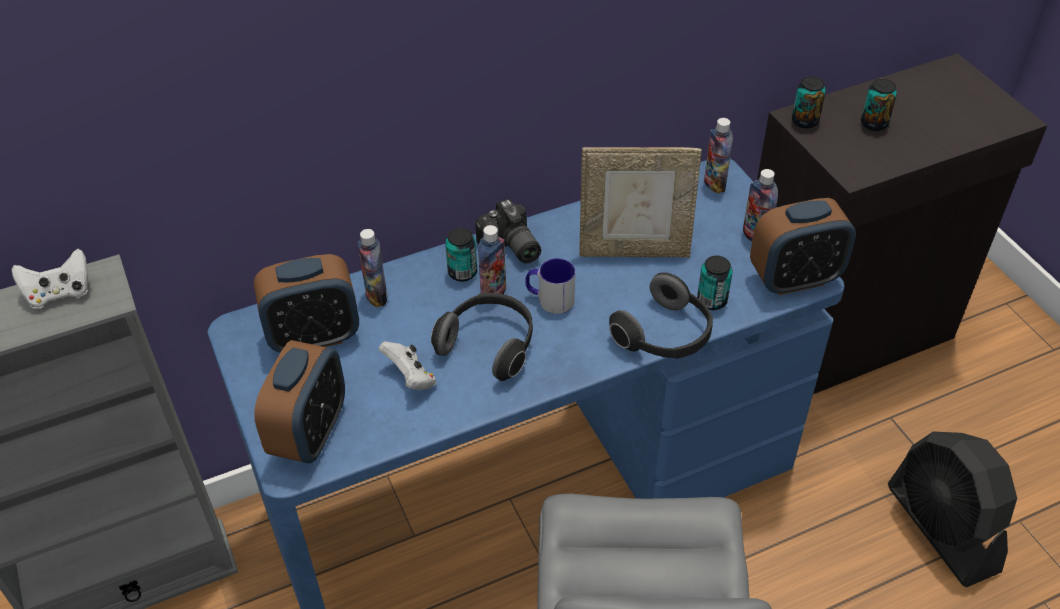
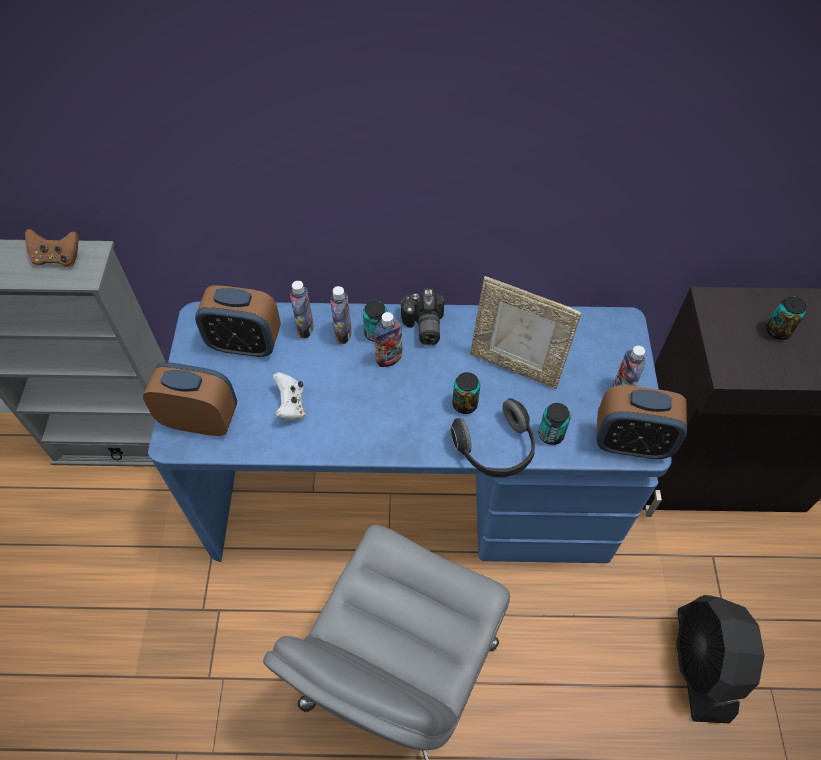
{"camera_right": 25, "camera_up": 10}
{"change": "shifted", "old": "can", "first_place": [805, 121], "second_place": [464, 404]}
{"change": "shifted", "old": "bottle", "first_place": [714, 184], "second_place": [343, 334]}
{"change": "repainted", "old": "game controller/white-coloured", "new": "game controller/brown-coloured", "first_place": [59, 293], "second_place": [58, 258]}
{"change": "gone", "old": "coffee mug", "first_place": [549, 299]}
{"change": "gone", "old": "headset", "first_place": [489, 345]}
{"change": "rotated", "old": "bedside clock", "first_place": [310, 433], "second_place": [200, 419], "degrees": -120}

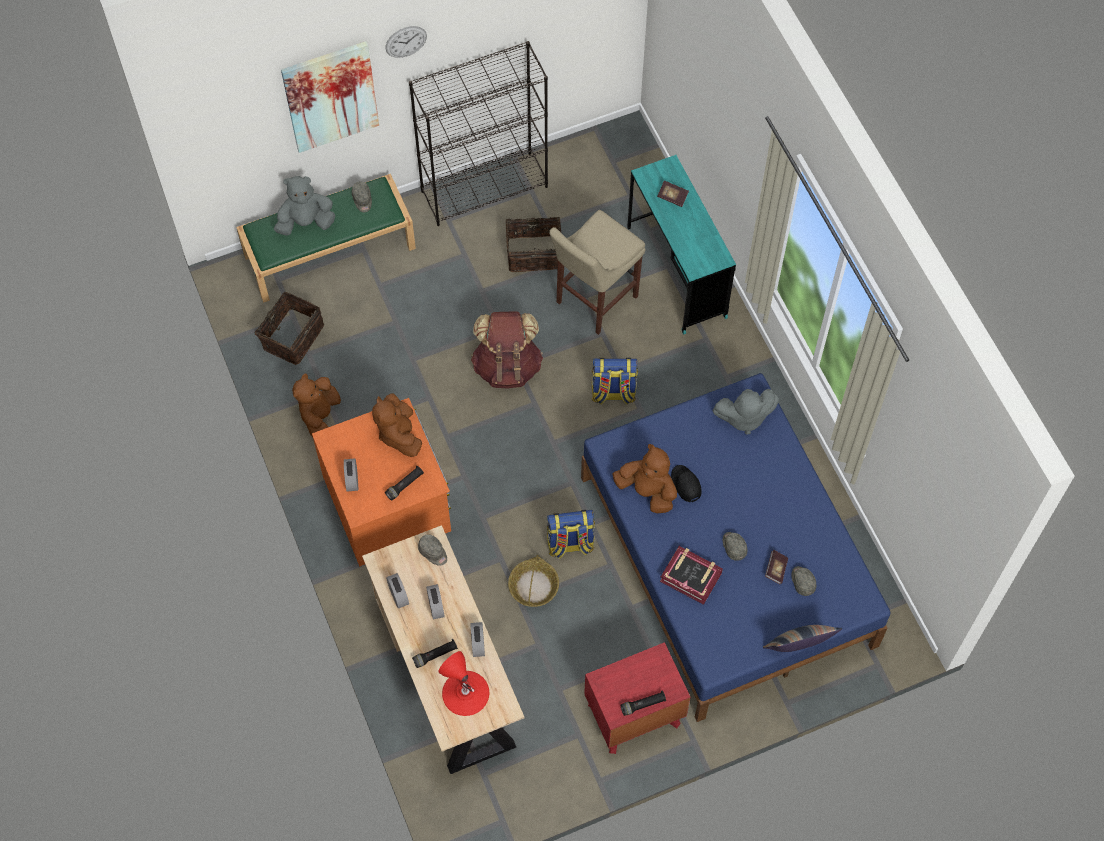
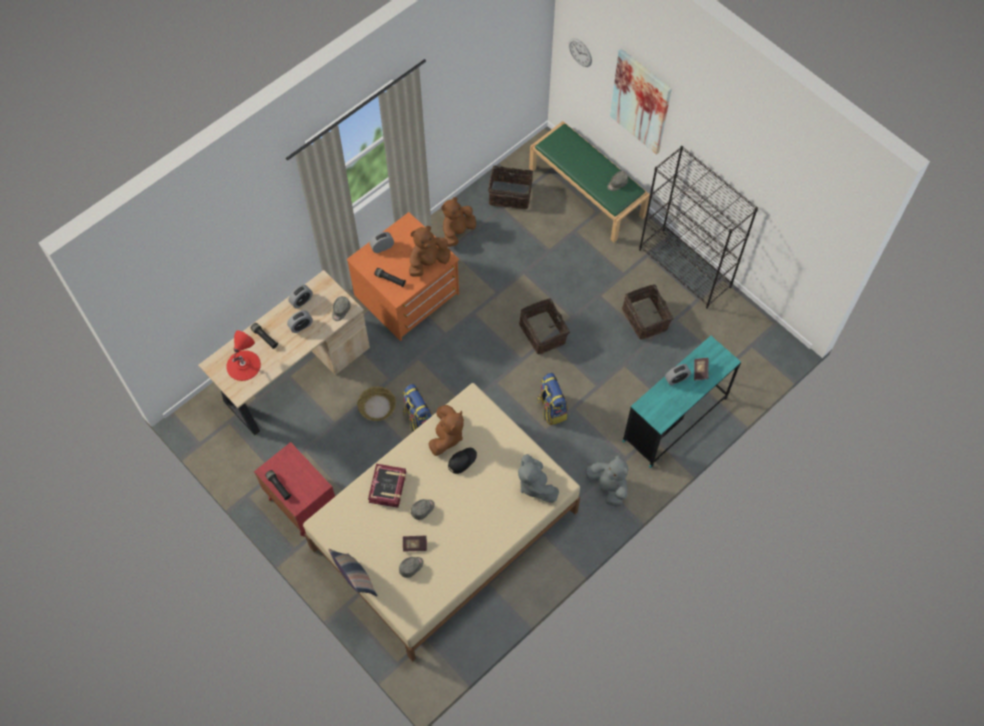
{"camera_right": 70, "camera_up": 0}
{"change": "shifted", "old": "hanging clock", "first_place": [406, 41], "second_place": [580, 52]}
{"change": "shifted", "old": "soft toy/grey", "first_place": [306, 222], "second_place": [608, 487]}
{"change": "gone", "old": "sitting stool/beige-coloured", "first_place": [593, 301]}
{"change": "swapped", "old": "rucksack/brown-coloured", "new": "basket", "first_place": [507, 366], "second_place": [544, 332]}
{"change": "repainted", "old": "bed/bluish", "new": "bed/beige-coloured", "first_place": [725, 560], "second_place": [444, 529]}
{"change": "rotated", "old": "soft toy/brown-coloured", "first_place": [319, 415], "second_place": [457, 232], "degrees": -45}
{"change": "shifted", "old": "bedside clock", "first_place": [478, 644], "second_place": [676, 378]}

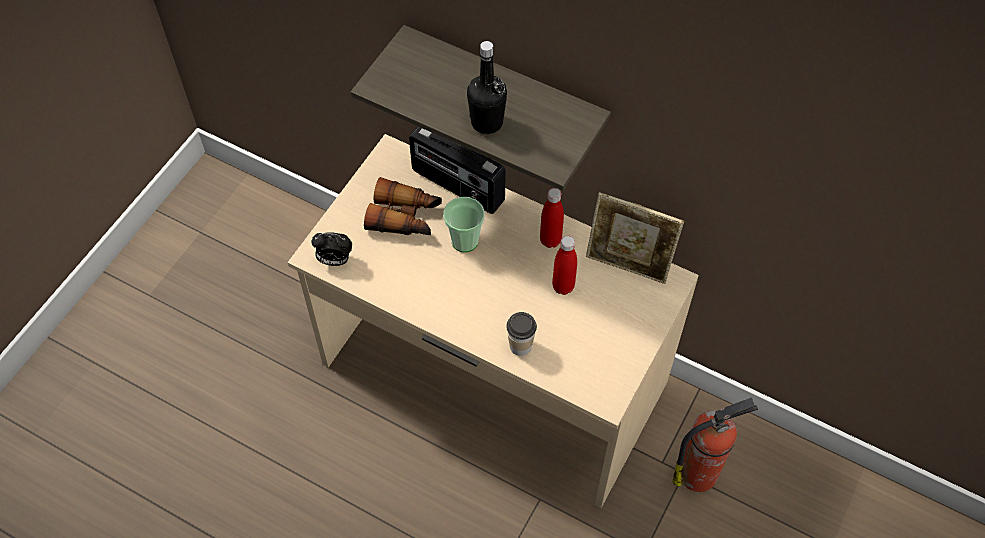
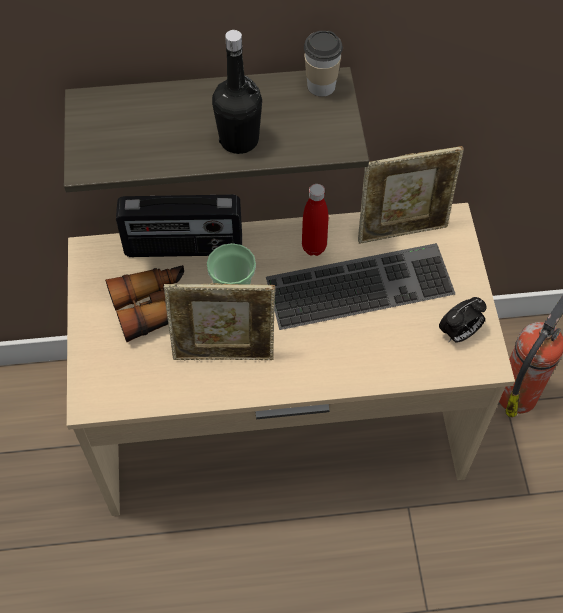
{"camera_right": -35, "camera_up": 0}
{"change": "shifted", "old": "bedside clock", "first_place": [334, 260], "second_place": [458, 334]}
{"change": "swapped", "old": "bottle/reddish", "new": "computer keyboard", "first_place": [563, 286], "second_place": [361, 283]}
{"change": "shifted", "old": "drinking cup", "first_place": [520, 345], "second_place": [321, 86]}
{"change": "new", "new": "picture frame", "second_place": [224, 354]}

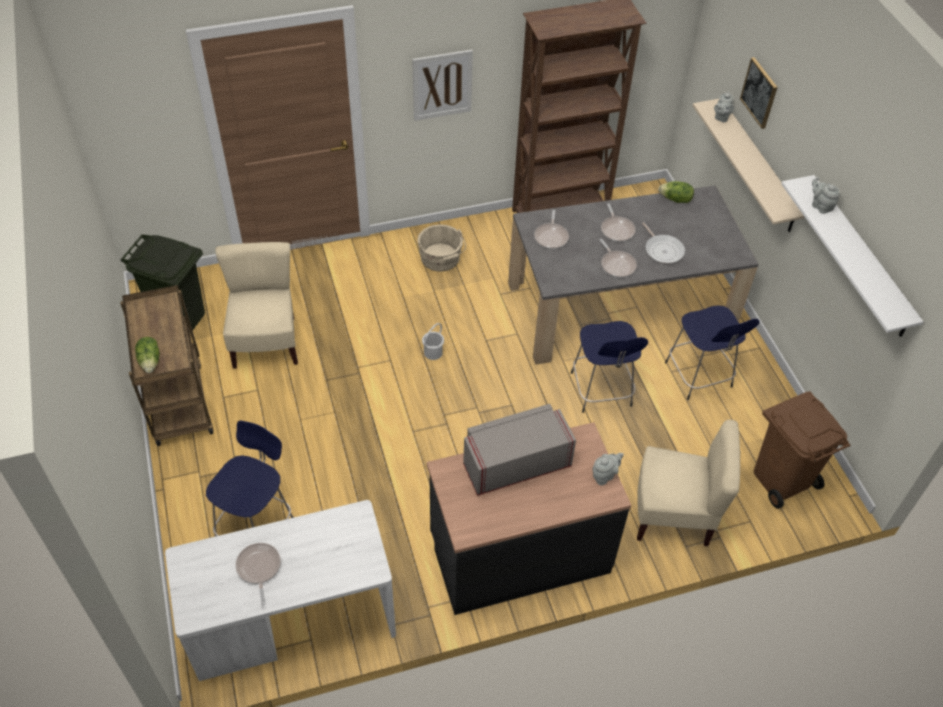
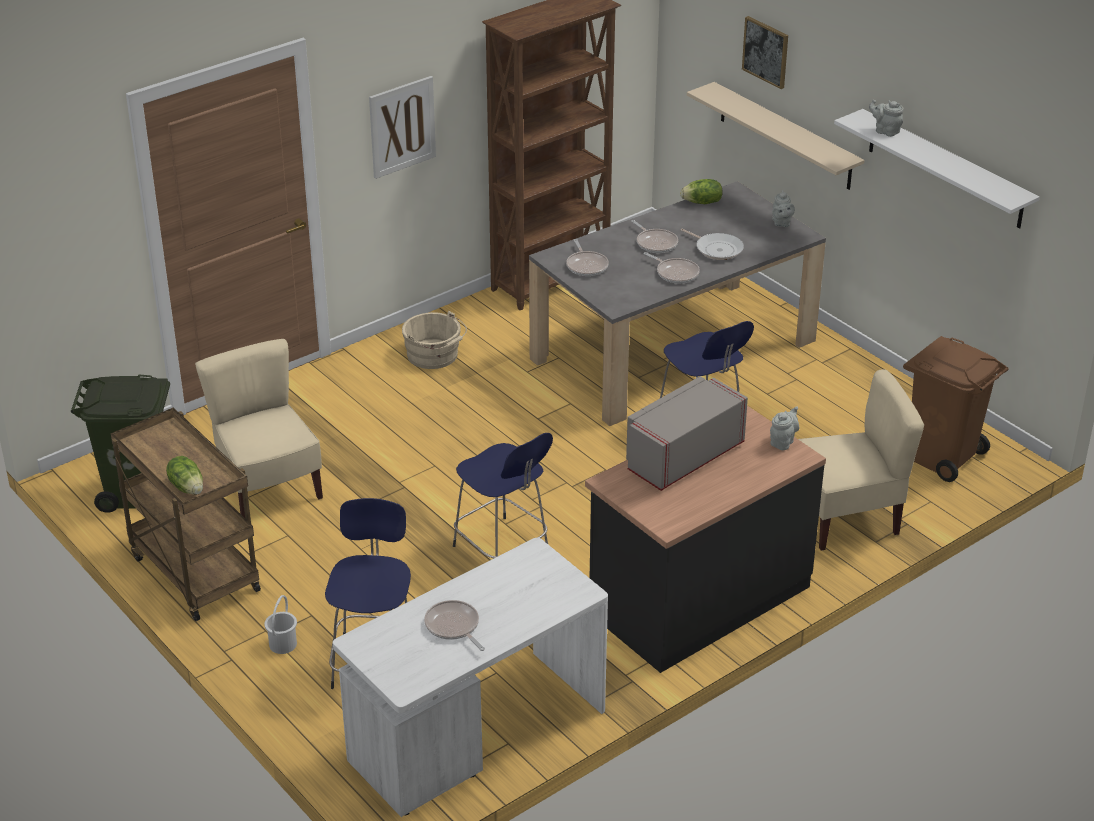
{"camera_right": -20, "camera_up": -15}
{"change": "shifted", "old": "pot for tea/grey", "first_place": [721, 117], "second_place": [781, 223]}
{"change": "shifted", "old": "sitting stool/bluish", "first_place": [699, 376], "second_place": [503, 550]}
{"change": "shifted", "old": "pail/white-coloured", "first_place": [432, 352], "second_place": [282, 644]}

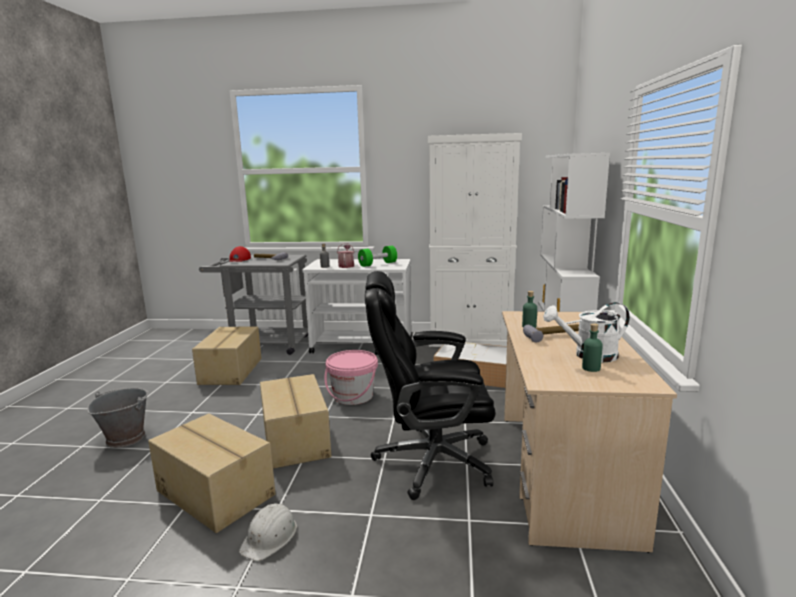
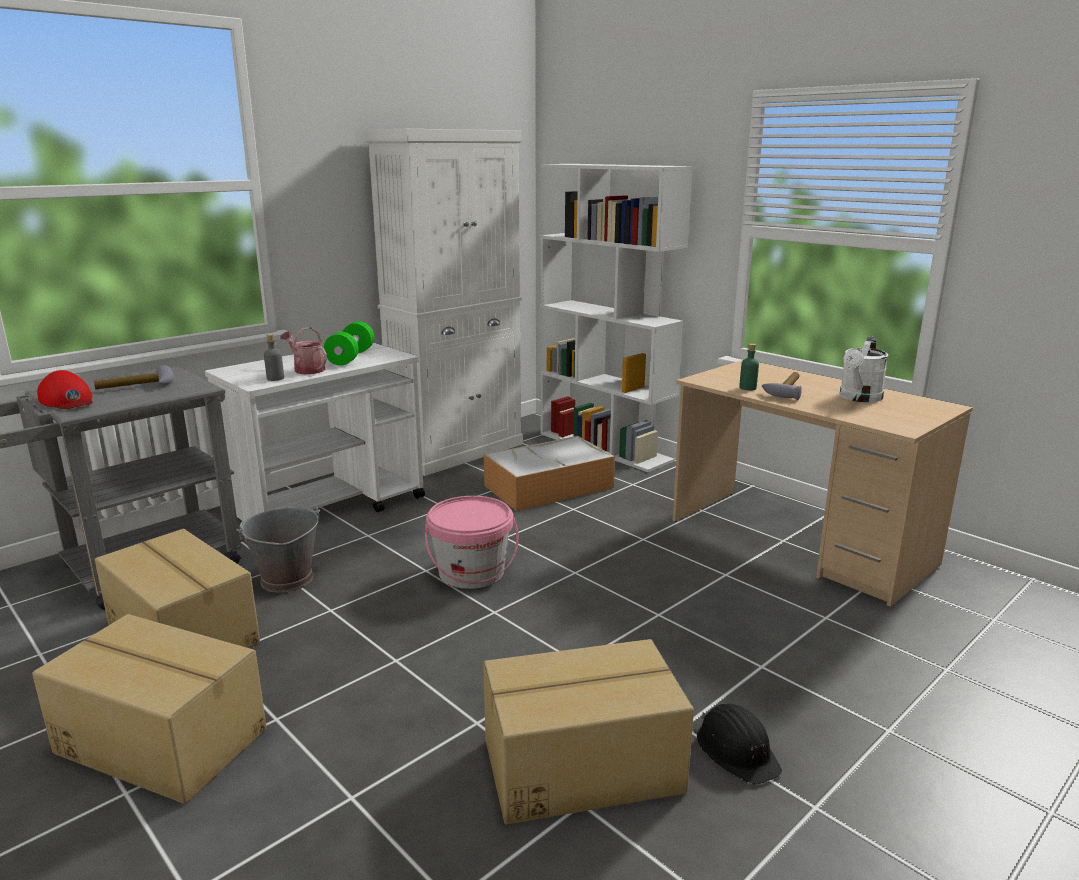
{"camera_right": -50, "camera_up": 5}
{"change": "gone", "old": "computer chair/black-coloured", "first_place": [431, 461]}
{"change": "gone", "old": "bottle/greenish", "first_place": [591, 368]}
{"change": "shifted", "old": "carton", "first_place": [296, 439], "second_place": [163, 739]}
{"change": "shifted", "old": "pail/grey", "first_place": [125, 438], "second_place": [286, 579]}
{"change": "repainted", "old": "hard hat/white-coloured", "new": "hard hat/black-coloured", "first_place": [270, 537], "second_place": [737, 750]}

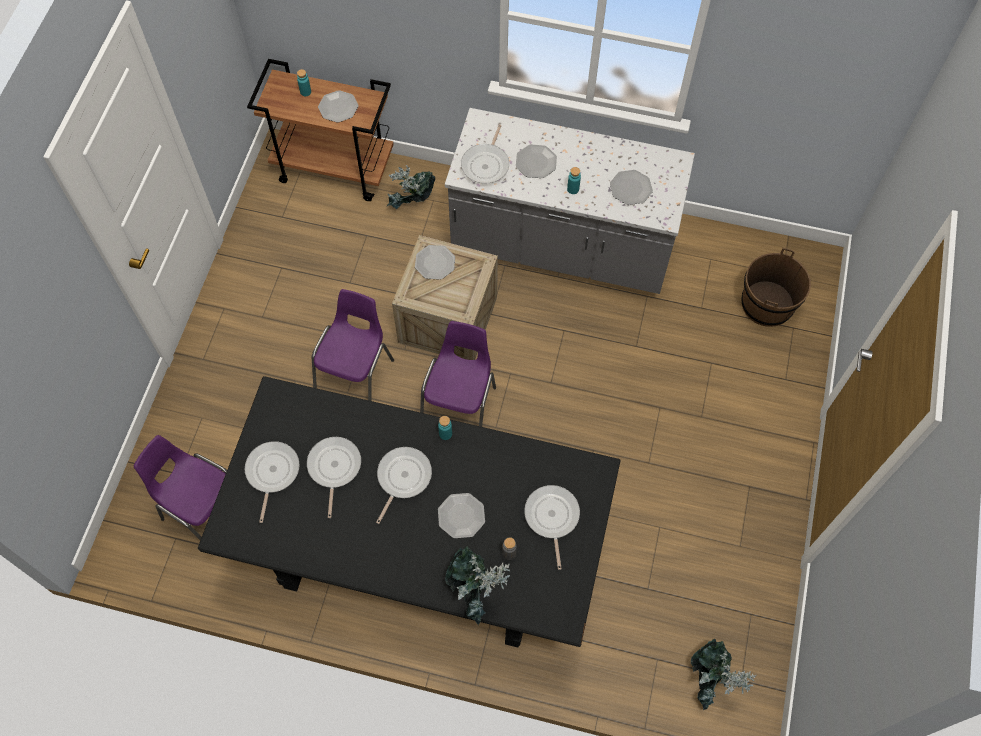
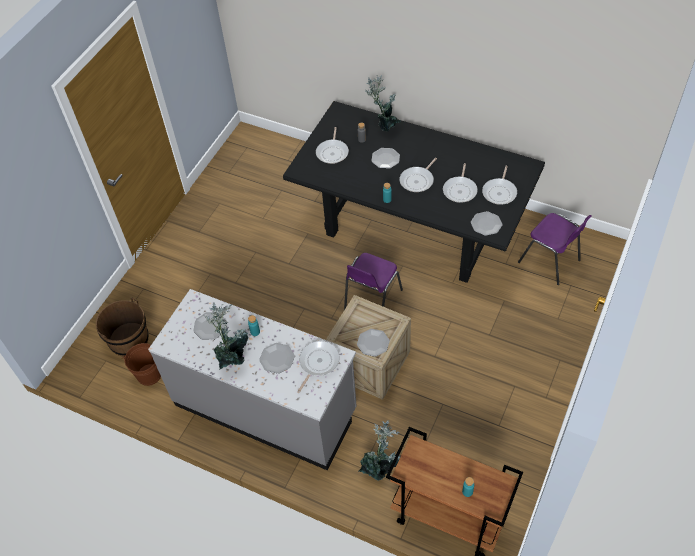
{"camera_right": -165, "camera_up": -10}
{"change": "shifted", "old": "dinner plate", "first_place": [338, 107], "second_place": [486, 224]}
{"change": "gone", "old": "upright chair/purple-coloured", "first_place": [356, 377]}
{"change": "shifted", "old": "houseplant", "first_place": [709, 680], "second_place": [233, 356]}
{"change": "new", "new": "pail/brown-coloured", "second_place": [149, 374]}

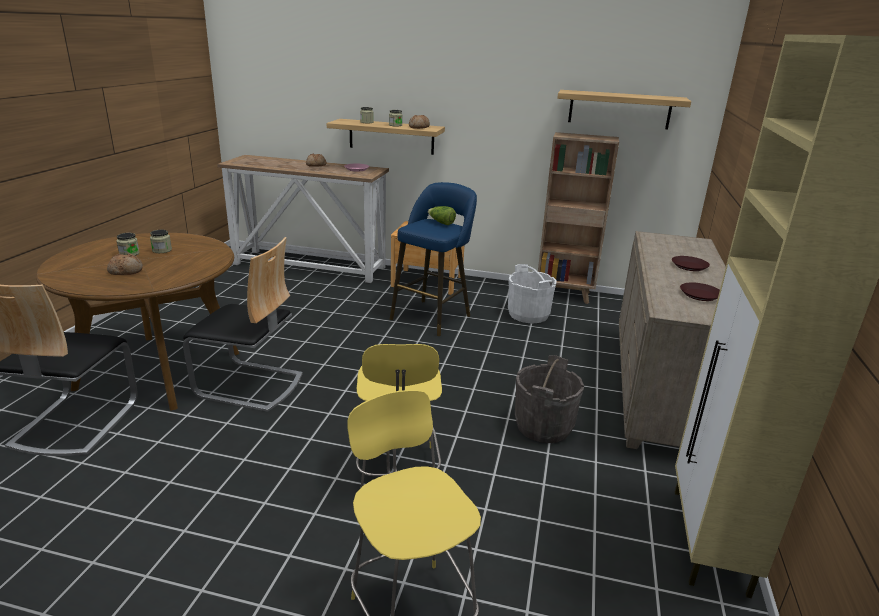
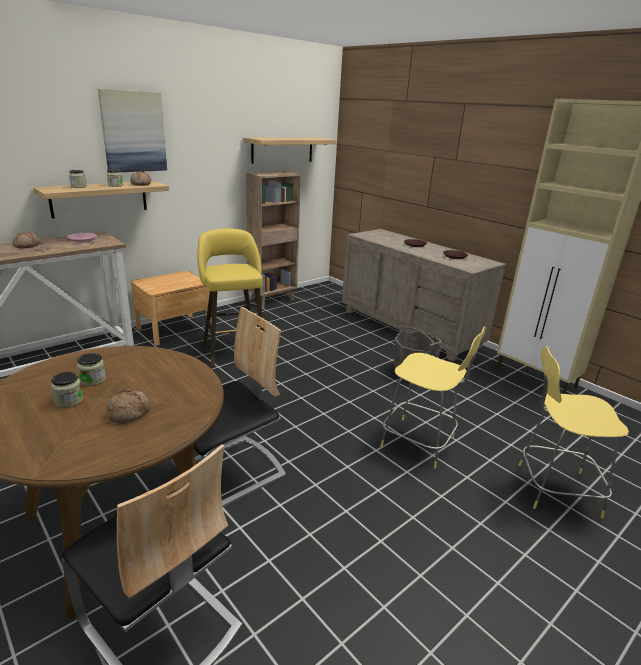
{"camera_right": -55, "camera_up": 0}
{"change": "repainted", "old": "sitting stool/bluish", "new": "sitting stool/yellowish", "first_place": [433, 316], "second_place": [233, 350]}
{"change": "gone", "old": "head of lettuce", "first_place": [441, 223]}
{"change": "gone", "old": "pail/white-coloured", "first_place": [528, 314]}
{"change": "new", "new": "wall art", "second_place": [133, 132]}

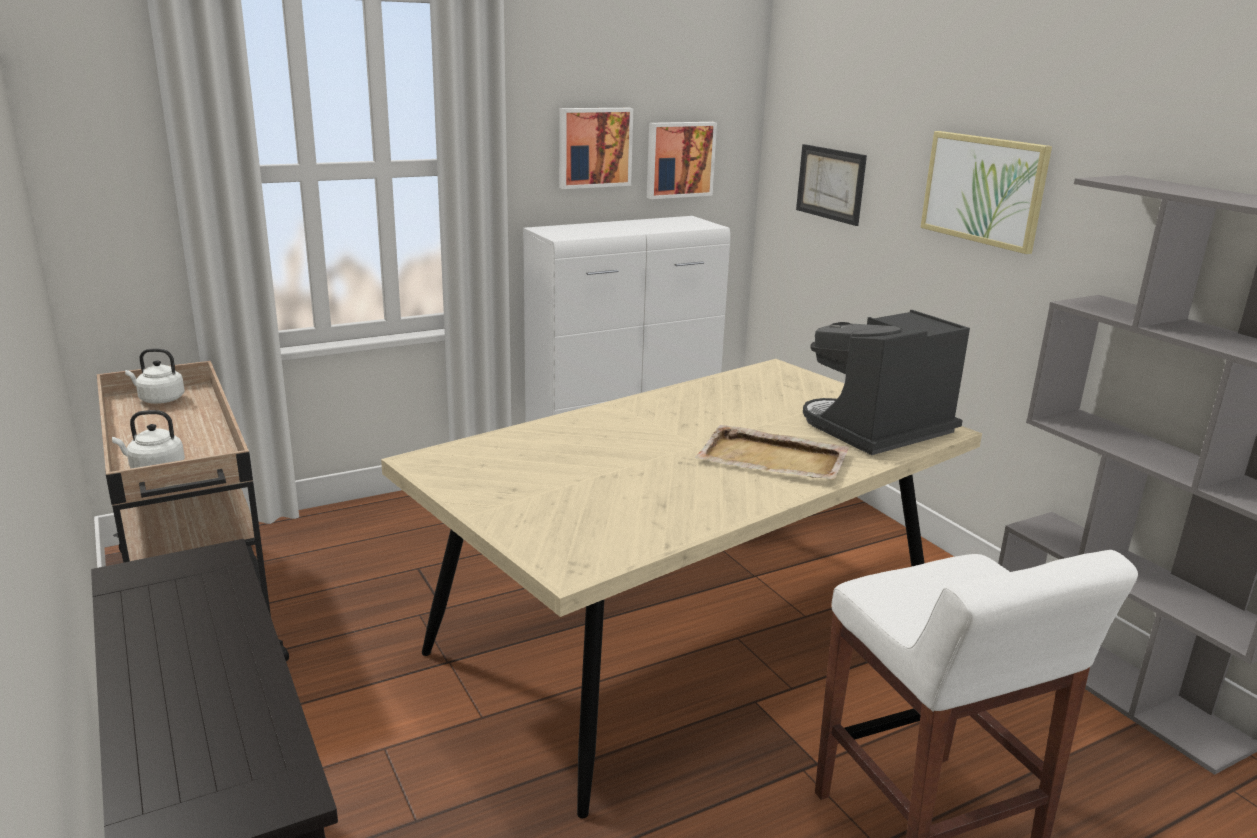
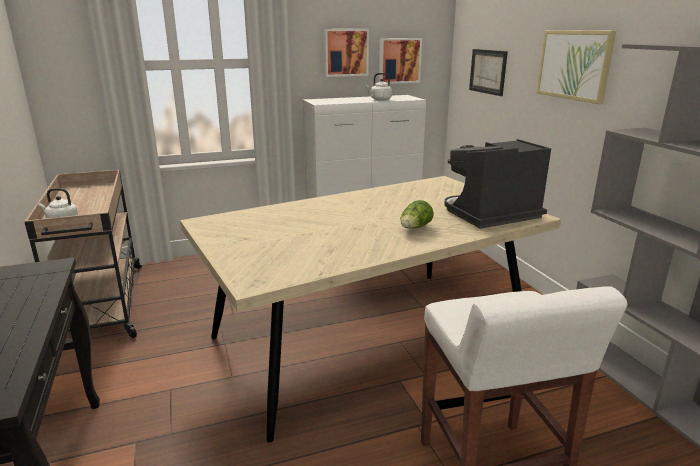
{"camera_right": 10, "camera_up": 0}
{"change": "shifted", "old": "water kettle/white-coloured", "first_place": [159, 399], "second_place": [379, 99]}
{"change": "swapped", "old": "carrying tray/beige-coloured", "new": "head of lettuce", "first_place": [774, 459], "second_place": [415, 228]}

